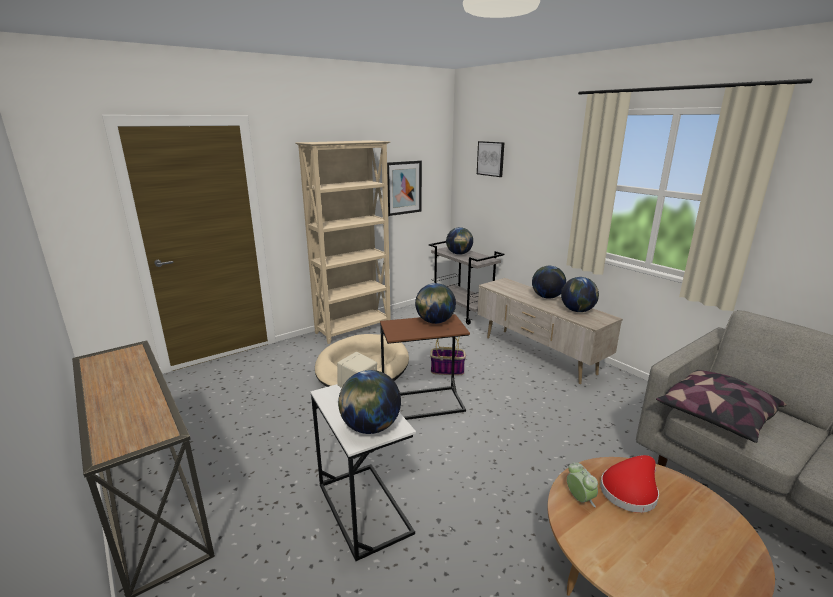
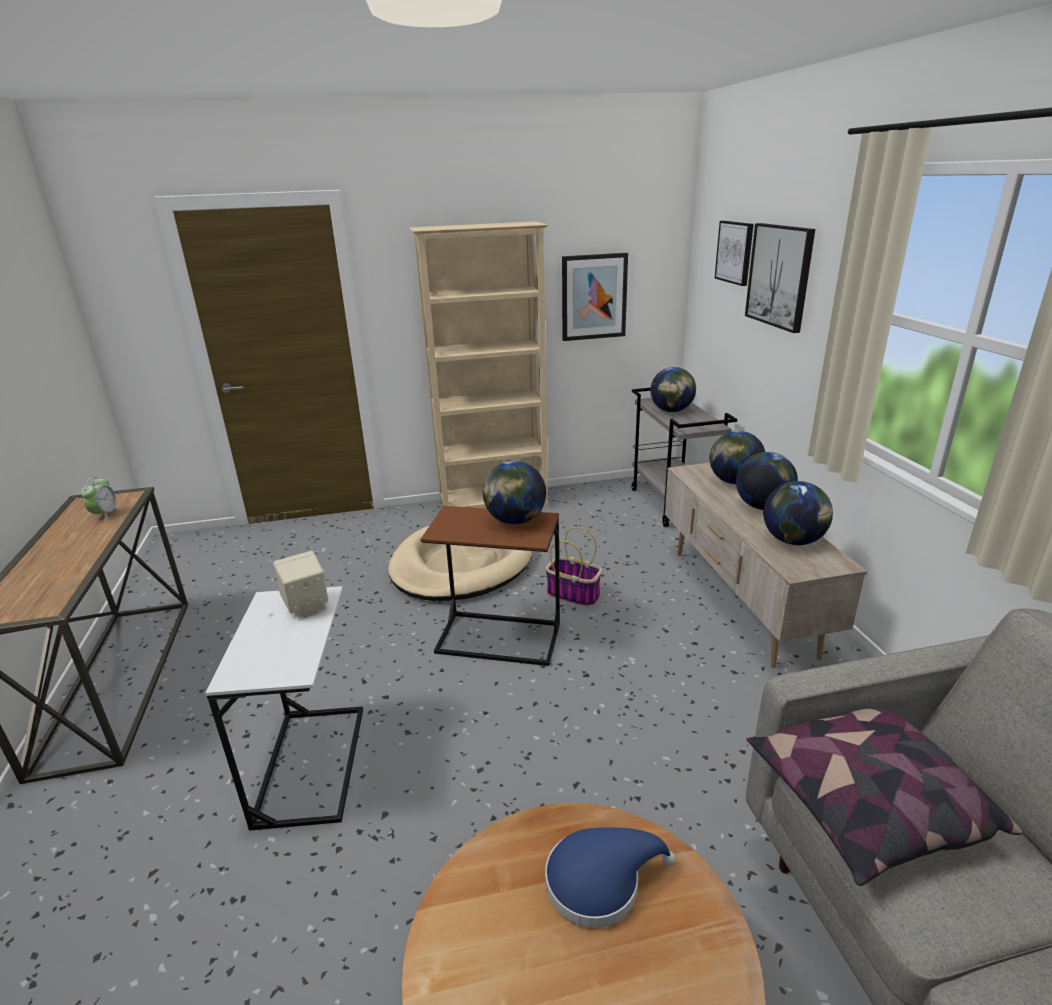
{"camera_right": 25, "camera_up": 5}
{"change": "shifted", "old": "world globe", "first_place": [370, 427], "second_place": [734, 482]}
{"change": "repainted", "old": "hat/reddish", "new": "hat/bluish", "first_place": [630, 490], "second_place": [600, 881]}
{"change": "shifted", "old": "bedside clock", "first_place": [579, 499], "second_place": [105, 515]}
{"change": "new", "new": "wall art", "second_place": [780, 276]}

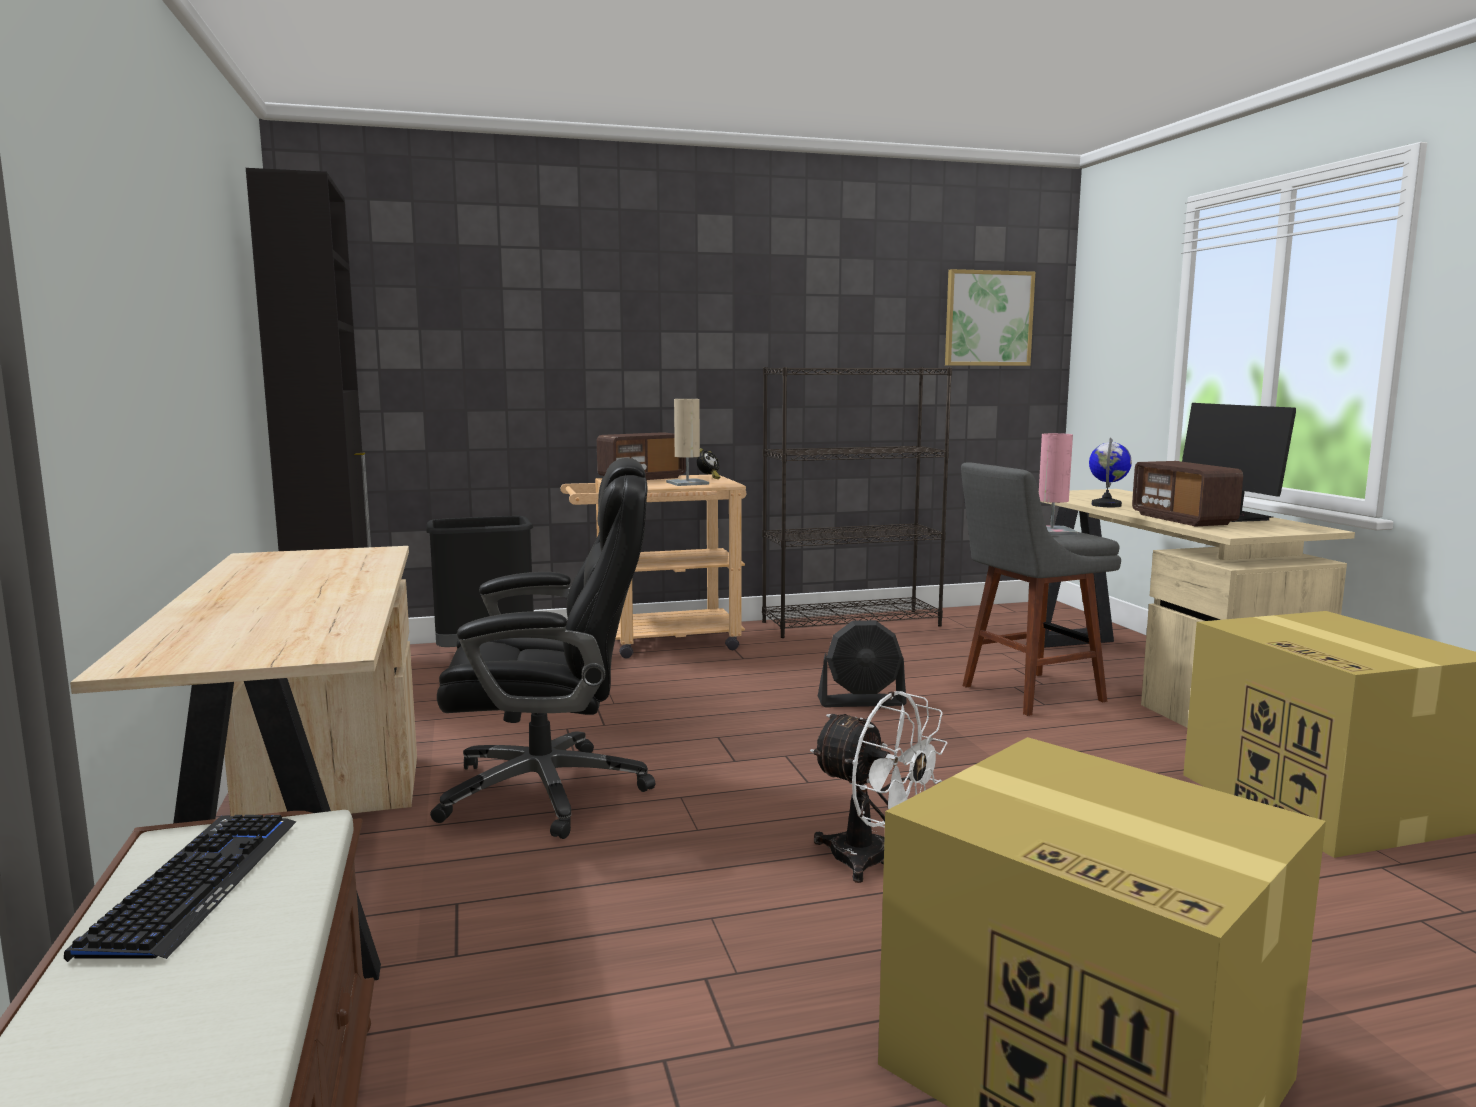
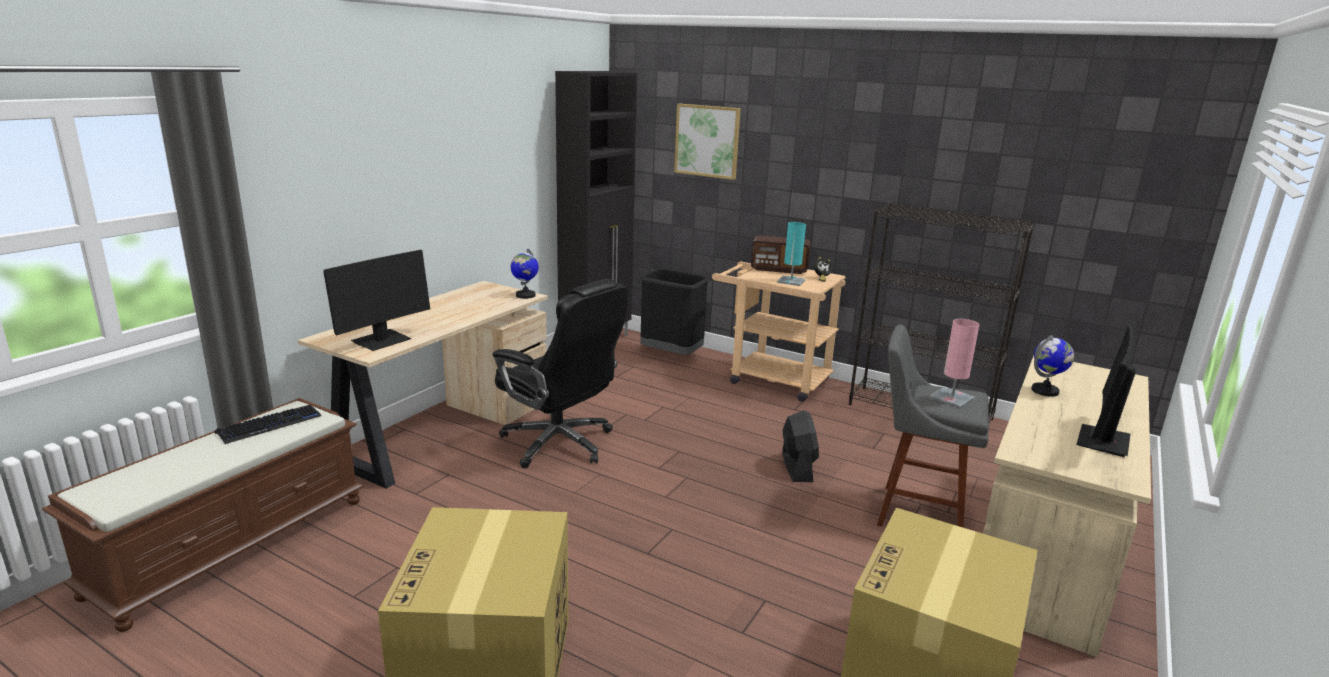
{"camera_right": 45, "camera_up": 10}
{"change": "shifted", "old": "wall art", "first_place": [988, 318], "second_place": [707, 141]}
{"change": "repainted", "old": "table lamp/beige-coloured", "new": "table lamp/blue-green", "first_place": [687, 483], "second_place": [791, 281]}
{"change": "gone", "old": "radio receiver", "first_place": [1183, 519]}
{"change": "rotated", "old": "fan/black-coloured", "first_place": [862, 701], "second_place": [797, 467], "degrees": -135}
{"change": "gone", "old": "fan/white-coloured", "first_place": [873, 861]}
{"change": "new", "new": "world globe", "second_place": [525, 295]}
{"change": "new", "new": "monitor", "second_place": [382, 341]}

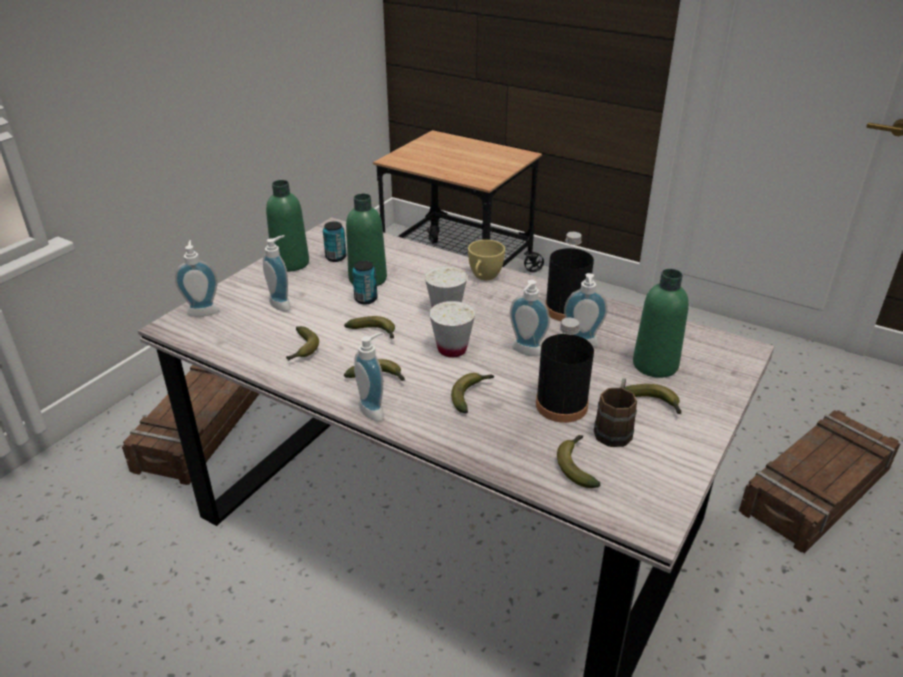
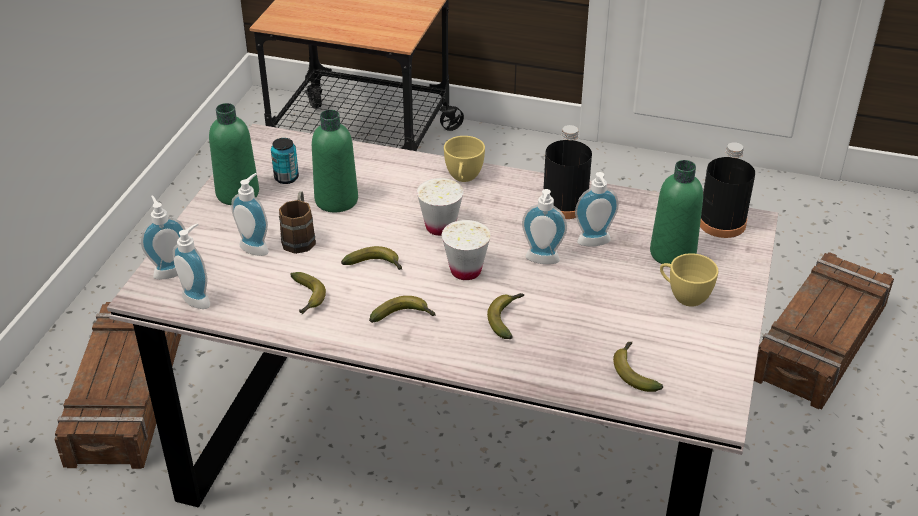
{"camera_right": -15, "camera_up": 5}
{"change": "gone", "old": "can", "first_place": [366, 299]}
{"change": "shifted", "old": "bottle/black-coloured", "first_place": [561, 405], "second_place": [721, 223]}
{"change": "shifted", "old": "liquid soap bottle", "first_place": [375, 410], "second_place": [199, 298]}
{"change": "shifted", "old": "coffee mug/brown-coloured", "first_place": [614, 428], "second_place": [300, 237]}
{"change": "swapped", "old": "banana fruit", "new": "drinking cup/yellowish", "first_place": [653, 404], "second_place": [684, 296]}

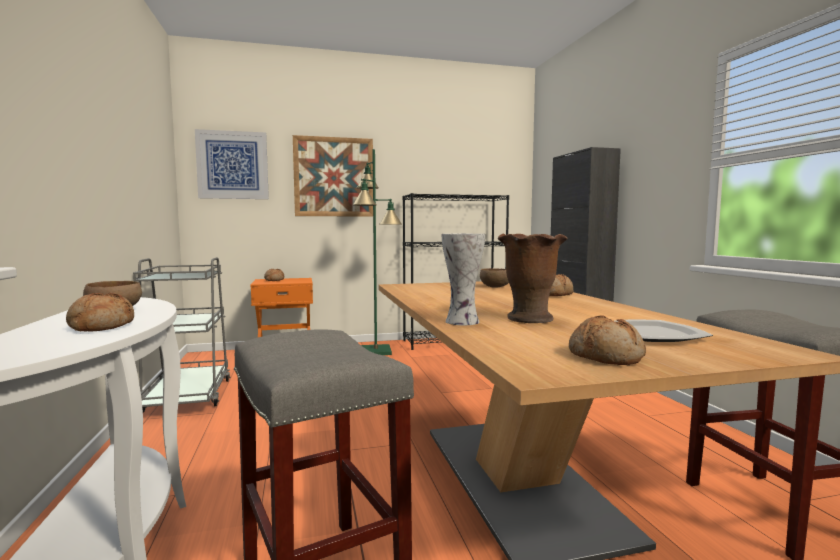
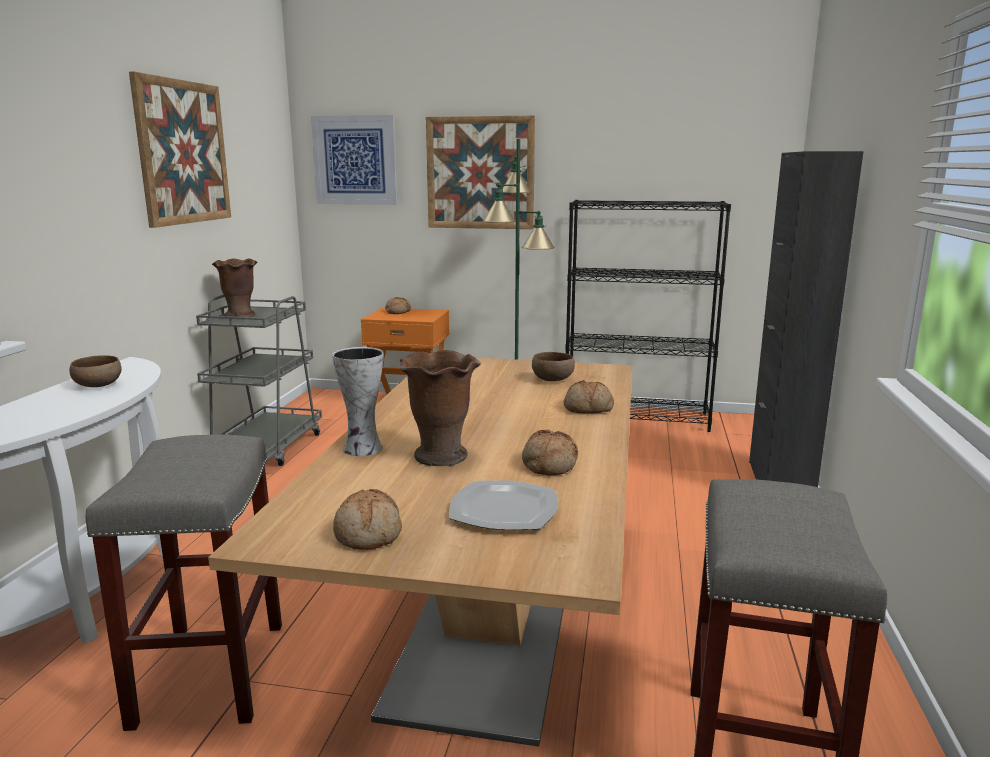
{"camera_right": 25, "camera_up": 10}
{"change": "shifted", "old": "bakery bread", "first_place": [100, 326], "second_place": [548, 464]}
{"change": "new", "new": "wall art", "second_place": [183, 152]}
{"change": "new", "new": "flower vase/brown-coloured", "second_place": [240, 315]}

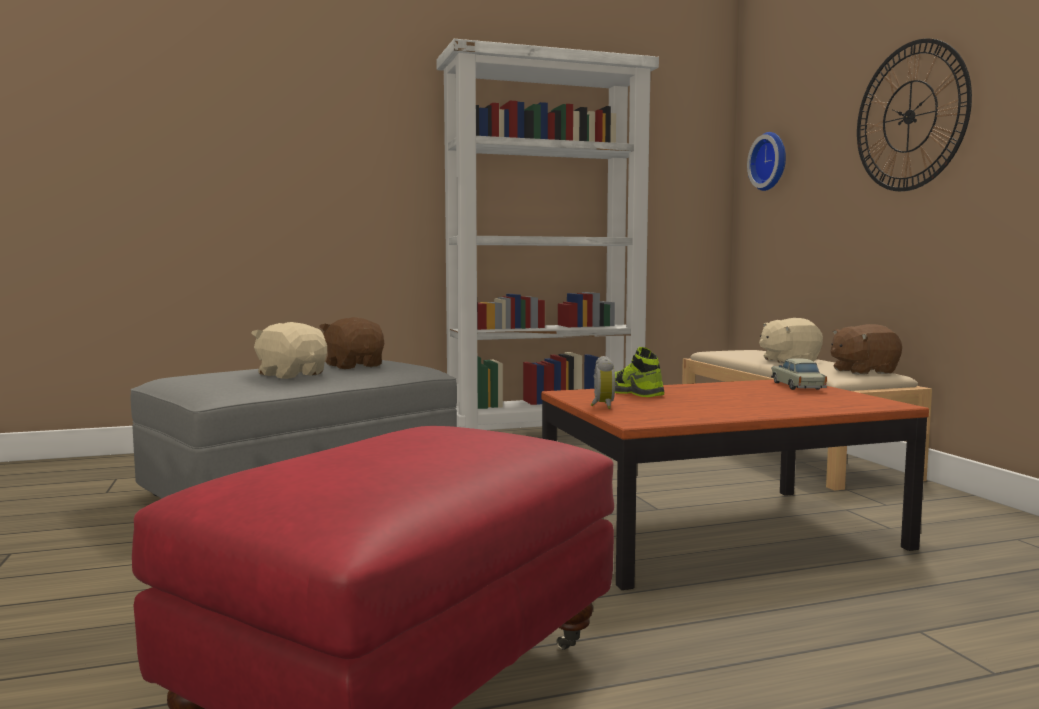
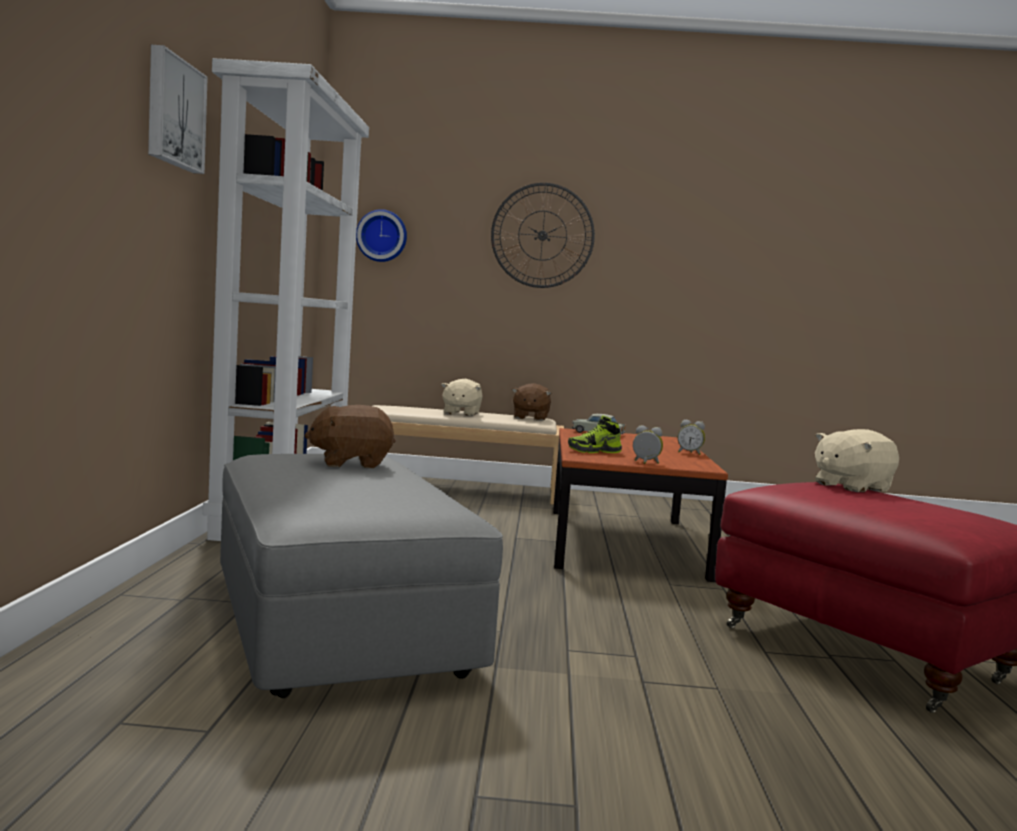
{"camera_right": -70, "camera_up": 0}
{"change": "shifted", "old": "soft toy/beige-coloured", "first_place": [291, 375], "second_place": [851, 487]}
{"change": "new", "new": "wall art", "second_place": [173, 113]}
{"change": "new", "new": "bedside clock", "second_place": [690, 453]}

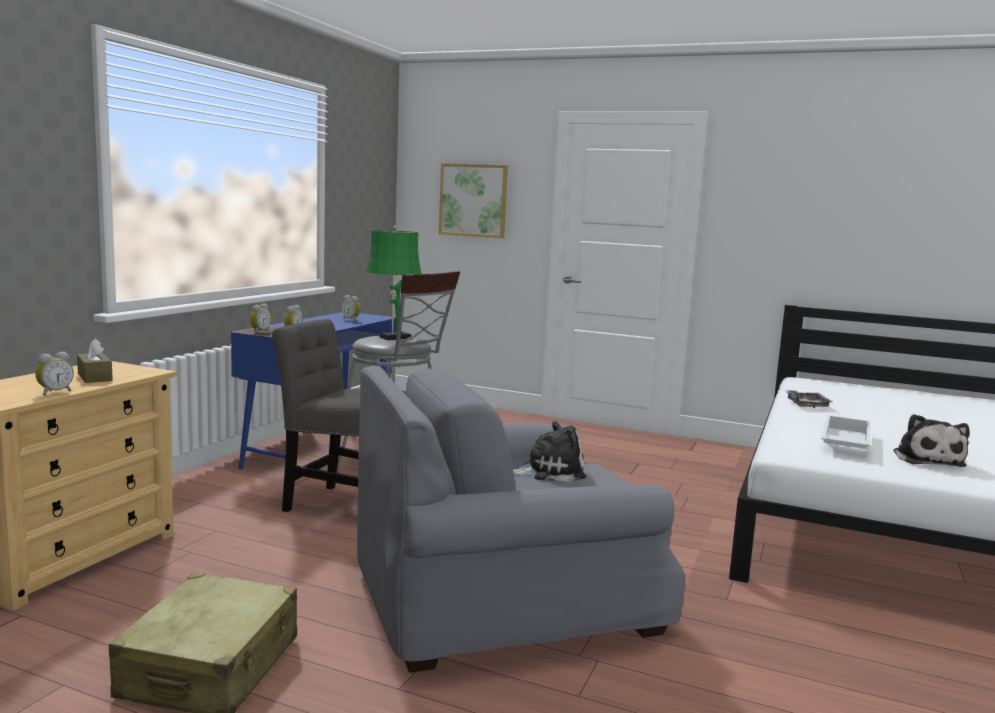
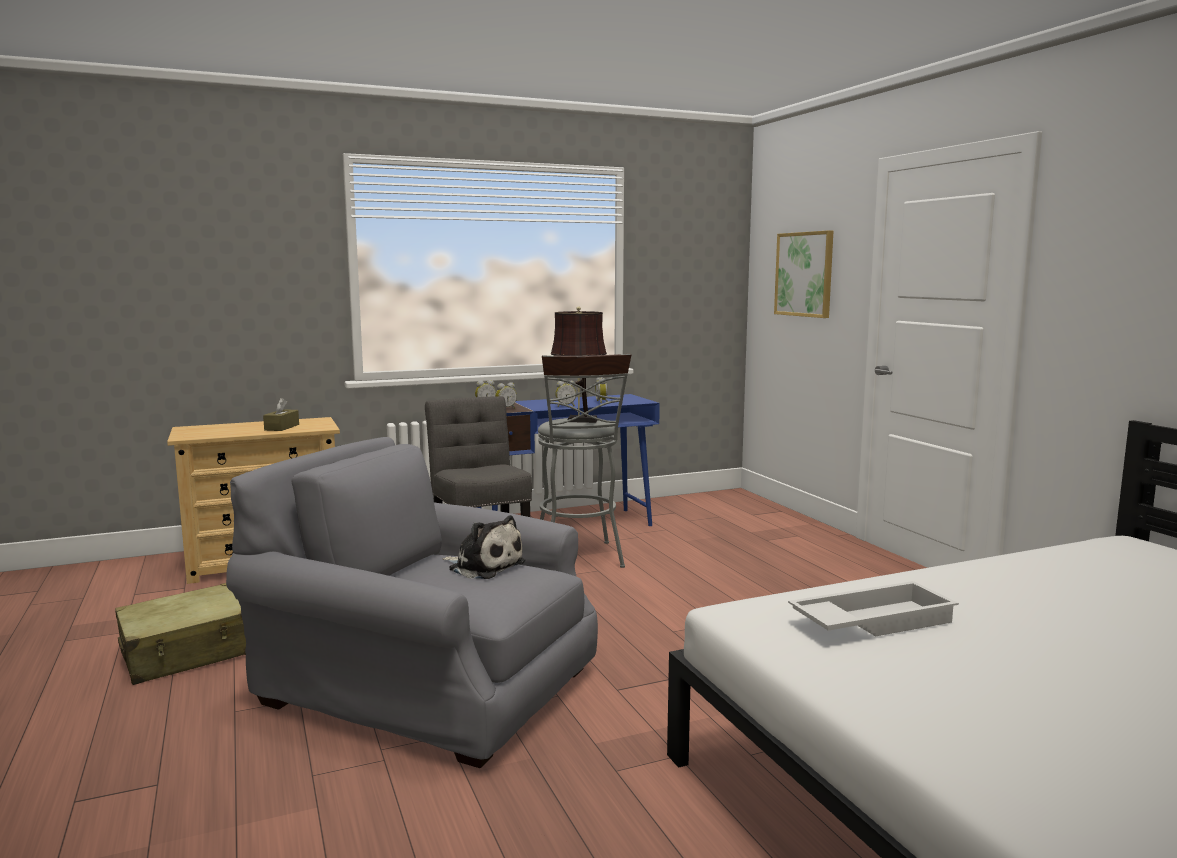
{"camera_right": 45, "camera_up": 0}
{"change": "repainted", "old": "table lamp/greenish", "new": "table lamp/brown-coloured", "first_place": [392, 338], "second_place": [579, 420]}
{"change": "shifted", "old": "bedside clock", "first_place": [54, 392], "second_place": [565, 406]}
{"change": "gone", "old": "carrying tray/grey", "first_place": [806, 405]}
{"change": "gone", "old": "soft toy", "first_place": [927, 459]}

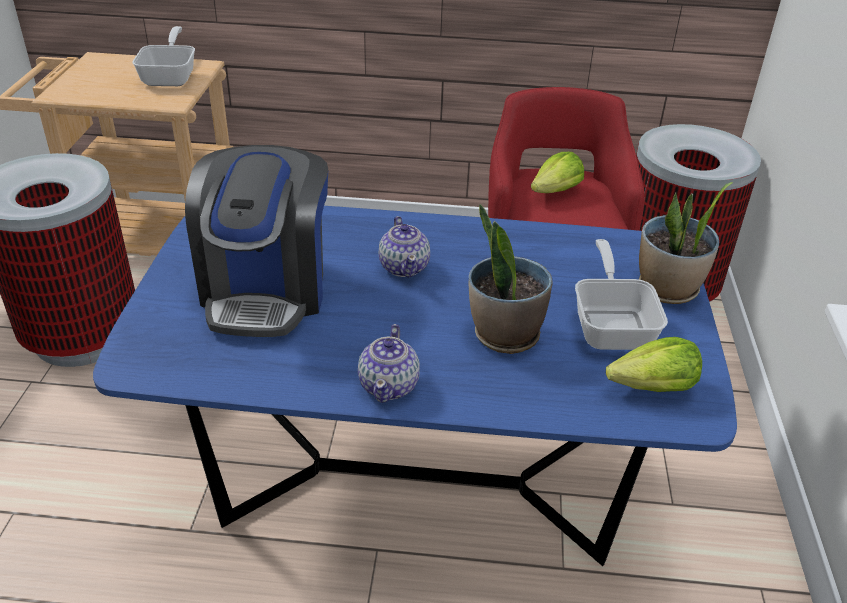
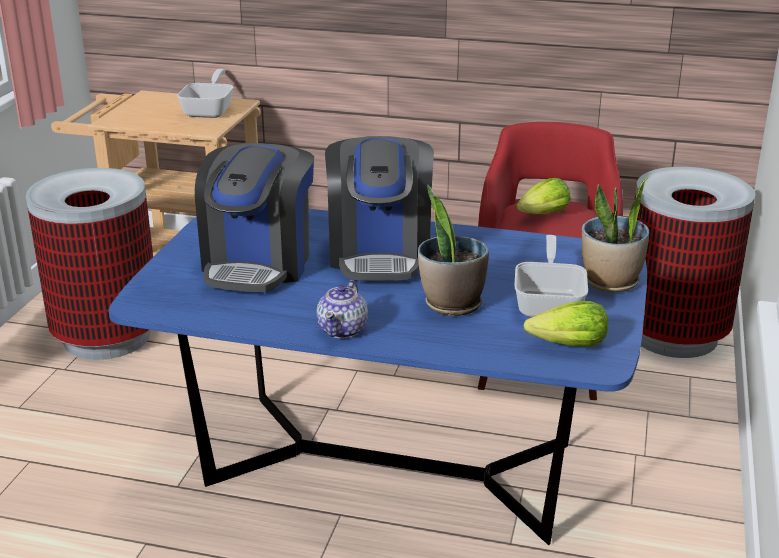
{"camera_right": 10, "camera_up": -10}
{"change": "swapped", "old": "pot for tea", "new": "coffee machine", "first_place": [404, 267], "second_place": [380, 255]}

